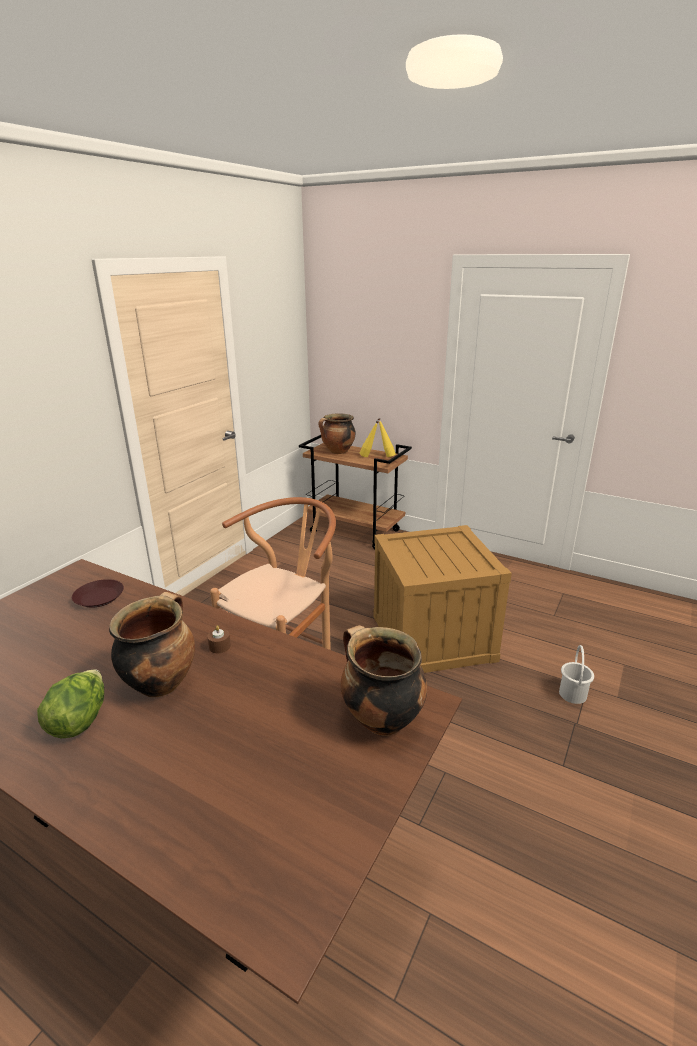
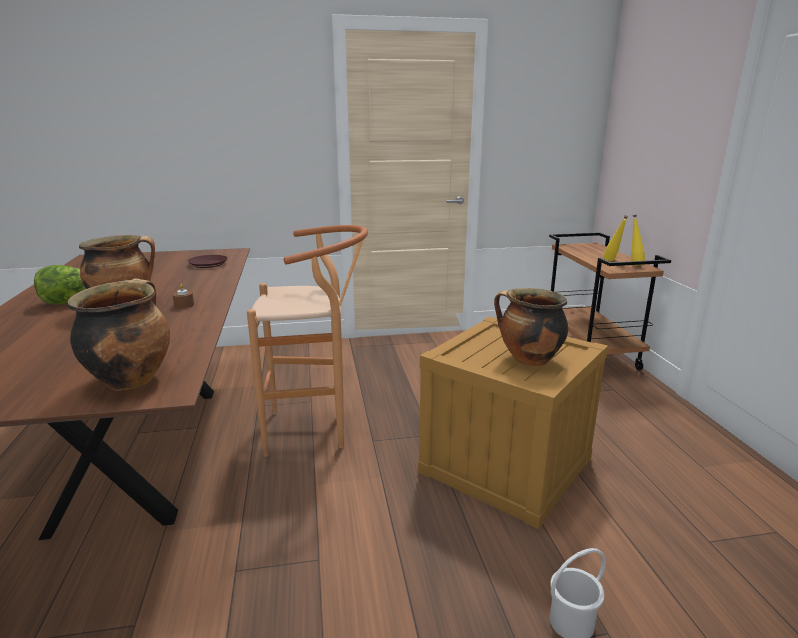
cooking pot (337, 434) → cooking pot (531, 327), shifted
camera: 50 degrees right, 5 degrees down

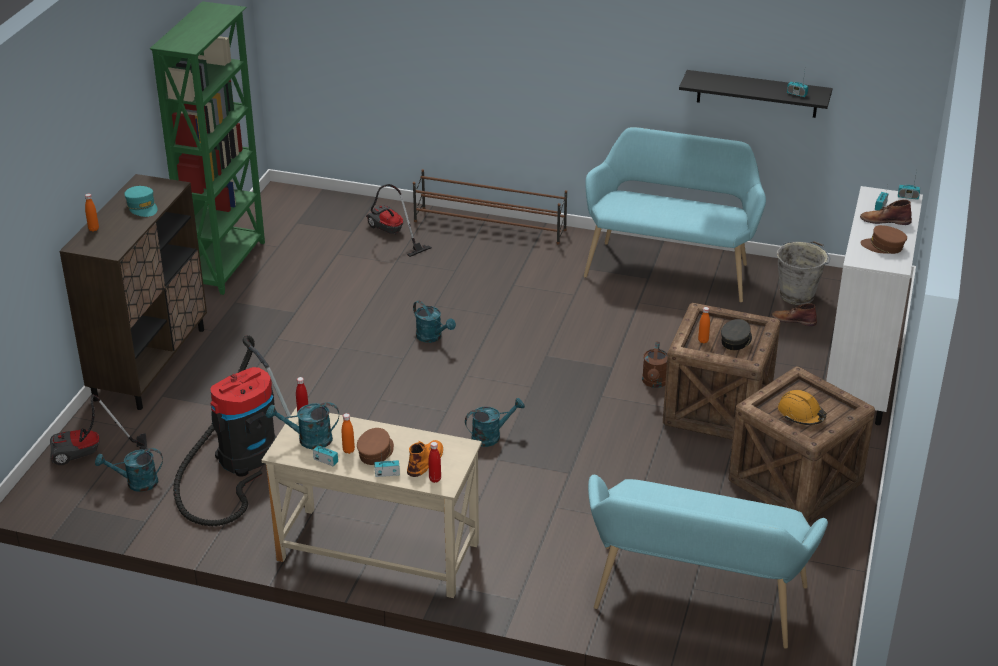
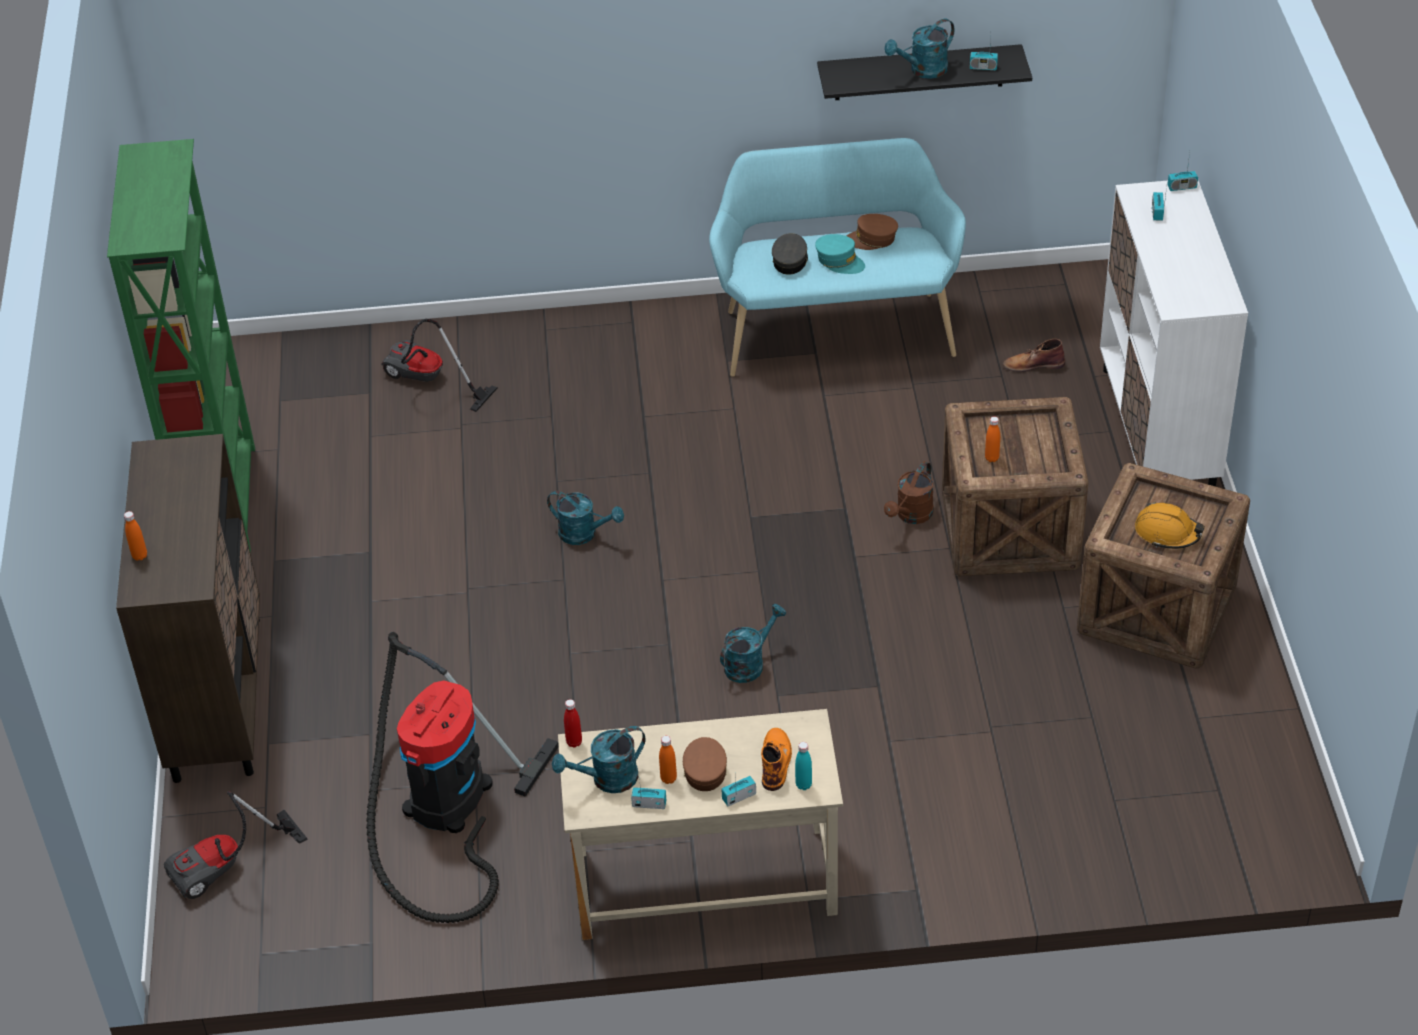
brown shoe rack (490, 206) → -
turquoise-coloured peaked cap (140, 201) → turquoise-coloured peaked cap (840, 254), shifted
brown boot (886, 212) → -
brown peaked cap (883, 239) → brown peaked cap (872, 232), shifted
grey water bucket (803, 273) → -
grey peaked cap (736, 334) → grey peaked cap (790, 254), shifted
brown sprinkling can (655, 365) → brown sprinkling can (909, 492), 45 degrees clockwise
reddish beverage bottle (434, 462) → turquoise-coloured beverage bottle (803, 766)
turquoise-coloured sprinkling can (129, 470) → turquoise-coloured sprinkling can (919, 49), shifted
turquoise-coloured bench (708, 562) → -
camera: 20 degrees left, 10 degrees up

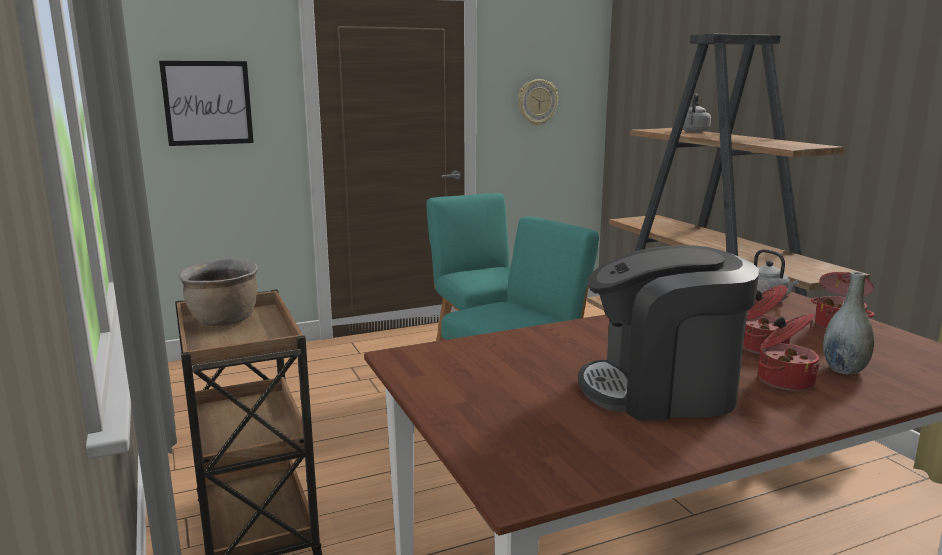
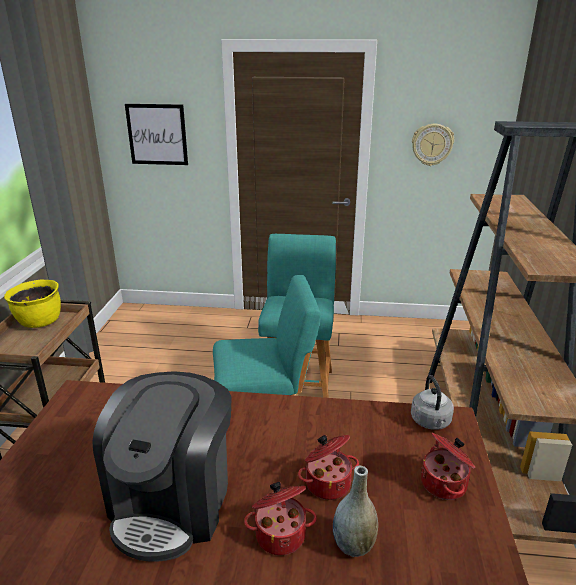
grey tea kettle (696, 113) → -
coffee maker (668, 333) → coffee maker (162, 466), 105 degrees counterclockwise
brown cooking pot (218, 292) → yellow-coloured cooking pot (32, 303)
camera: 30 degrees right, 10 degrees up

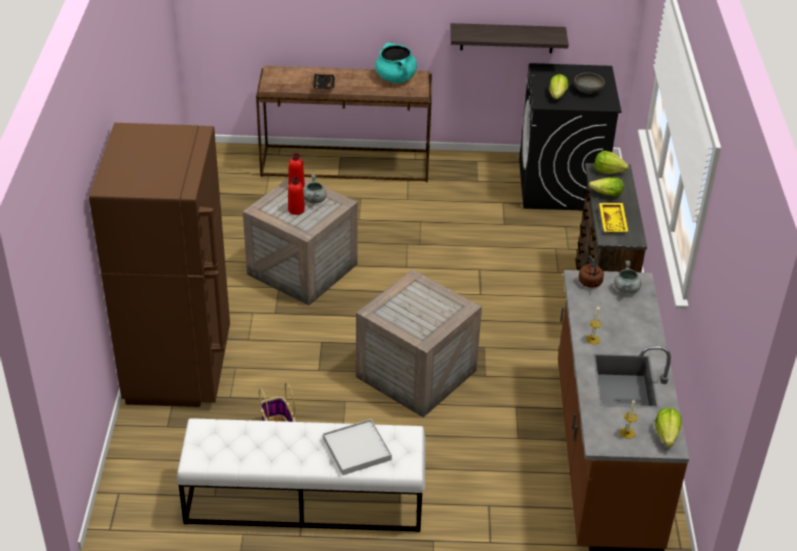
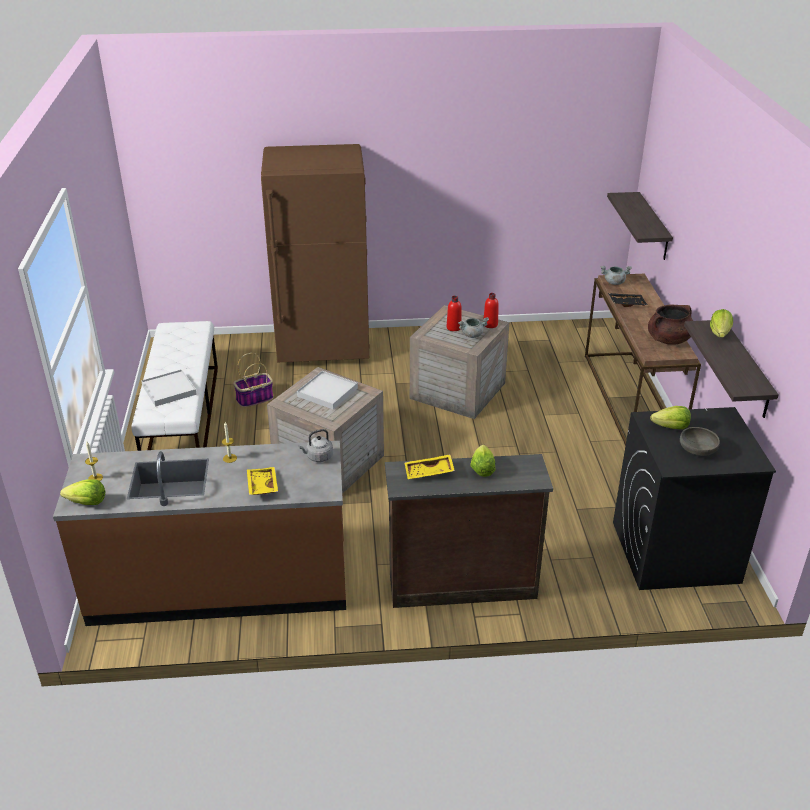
turquoise-coloured cooking pot (396, 63) → brown cooking pot (670, 324)
lettuce head (611, 162) → lettuce head (721, 323), shifted
brown tea kettle (591, 272) → grey tea kettle (315, 445)
grey cooking pot (628, 277) → grey cooking pot (616, 275), shifted
- → wall shelf (640, 226)
- → white-coloured serving tray (327, 390)
- → yellow-coloured serving tray (262, 481)
camera: 85 degrees right, 5 degrees down

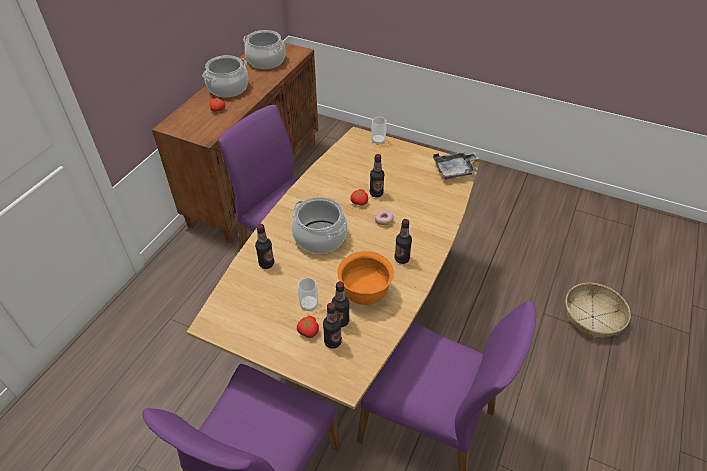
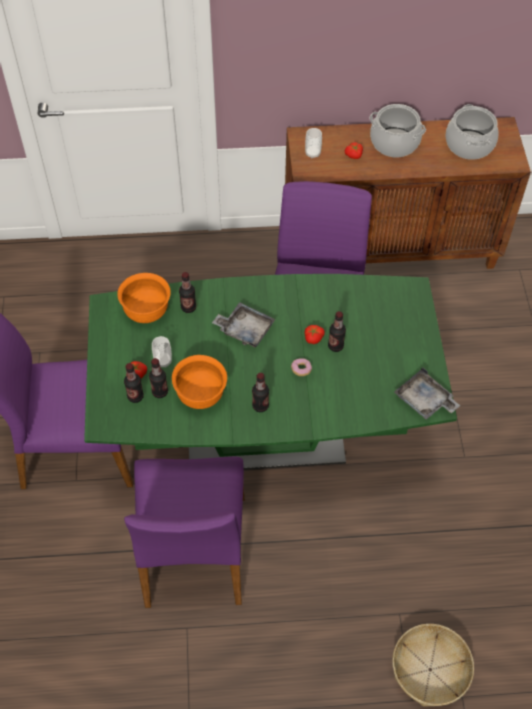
small cup (379, 131) → small cup (313, 143), shifted
brown kitchen table (333, 268) → greenish kitchen table (270, 372)
cooking pot (319, 225) → grey serving tray (243, 324)
- → orange-coloured deep dish (144, 298)
camera: 60 degrees right, 10 degrees up

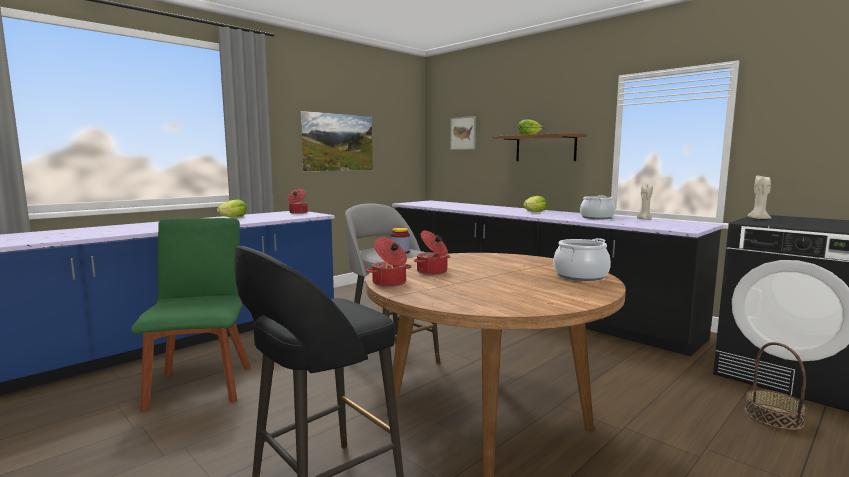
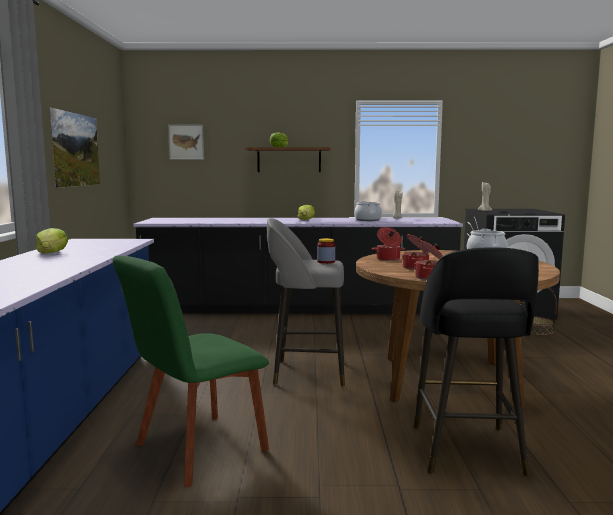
cooking pot (298, 201) → cooking pot (388, 244), shifted
greenish plain chair (191, 314) → greenish plain chair (190, 371), 75 degrees counterclockwise
camera: 45 degrees left, 0 degrees up

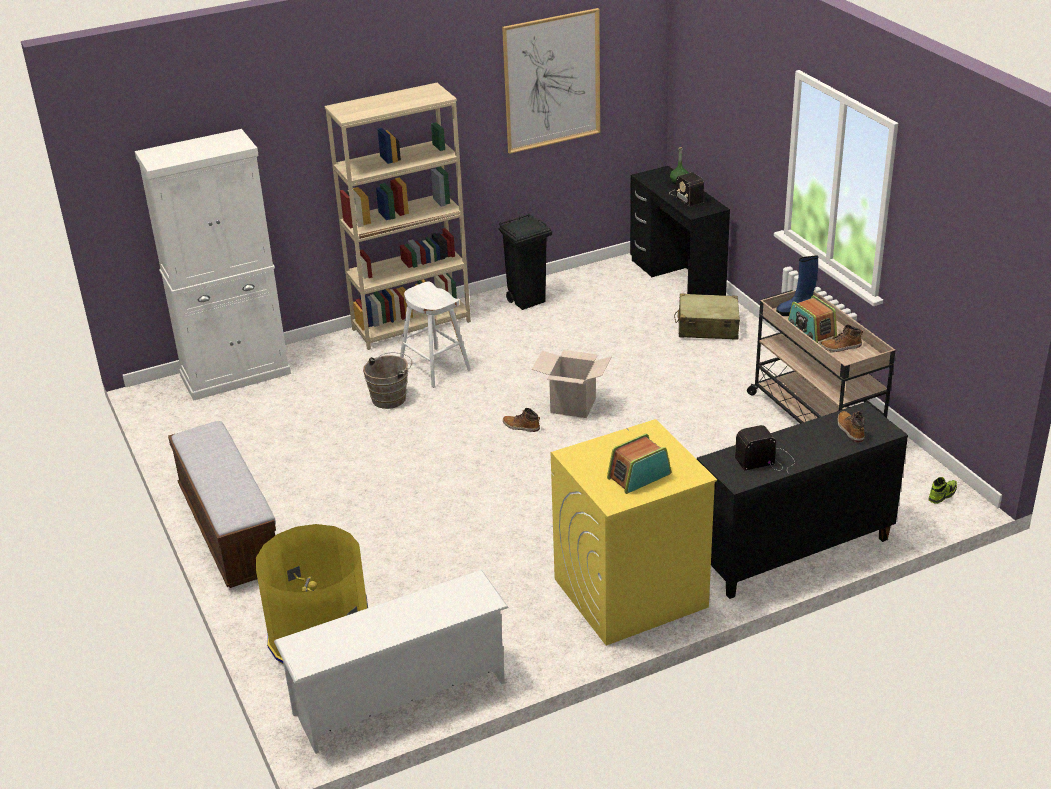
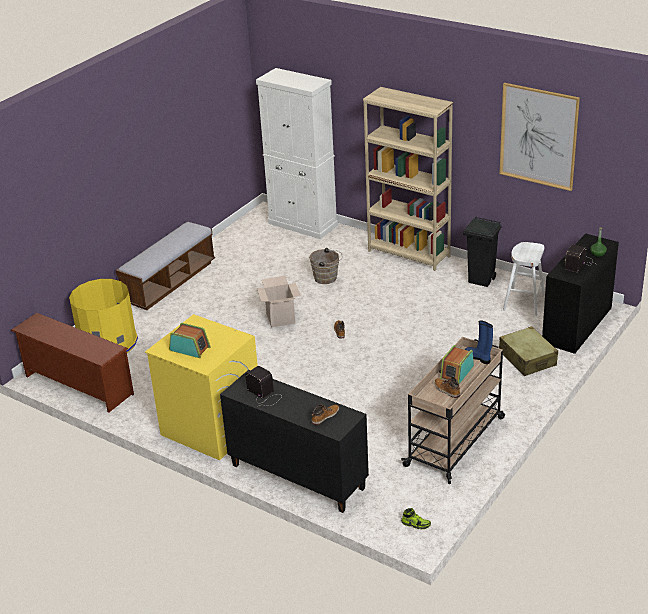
white-coloured stool seat (435, 335) → white-coloured stool seat (524, 279), shifted
carton (572, 384) → carton (279, 302), shifted
white-coloured shoe rack (391, 662) → brown shoe rack (72, 362)
camera: 60 degrees right, 0 degrees up

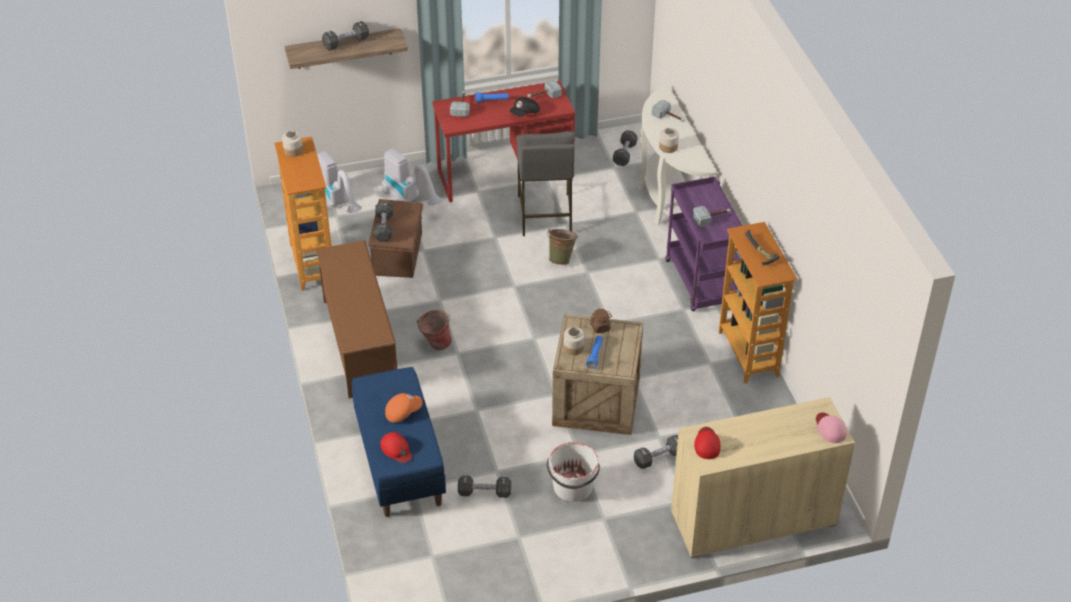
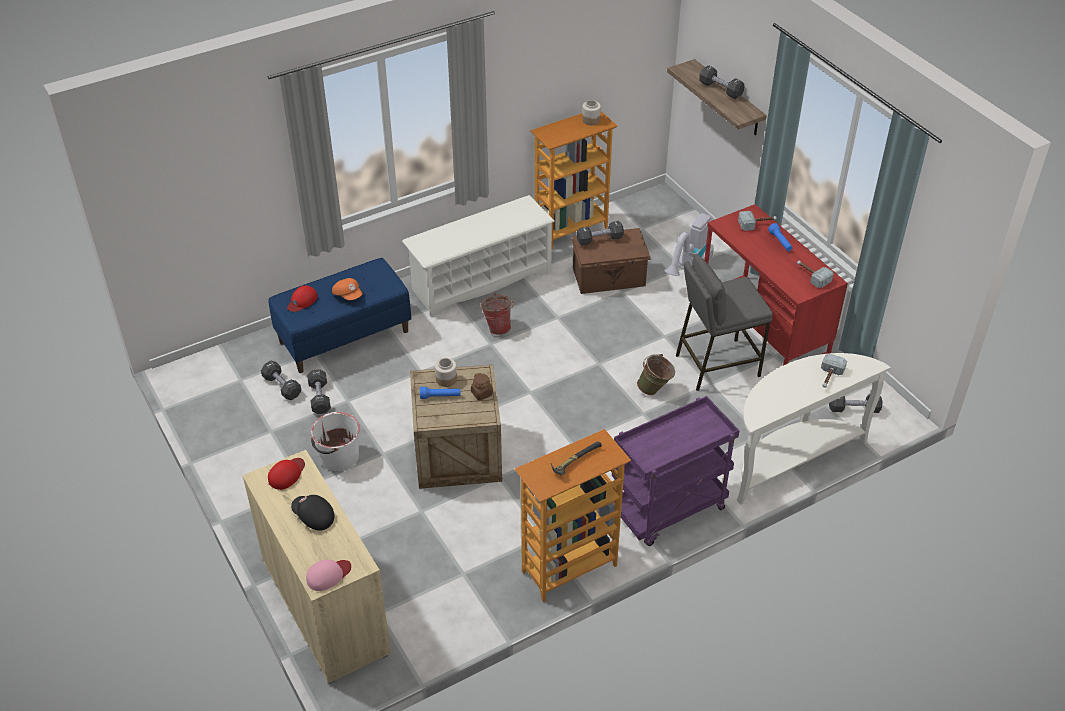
black-coloured peaked cap (525, 106) → black-coloured peaked cap (312, 513), shifted
storage jar (669, 140) → -
hoover (339, 182) → -
hammer (711, 216) → -
brown shoe rack (356, 319) → white-coloured shoe rack (478, 256)
reddish peaked cap (707, 443) → reddish peaked cap (286, 474), 45 degrees counterclockwise
black-coloured hand weight (656, 452) → black-coloured hand weight (281, 380), shifted
camera: 75 degrees right, 0 degrees up

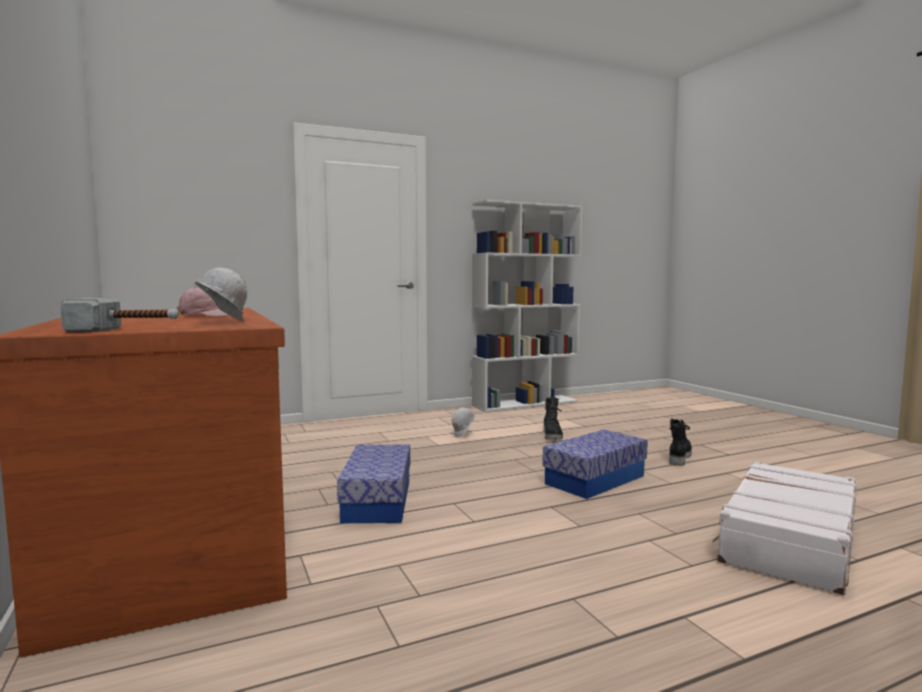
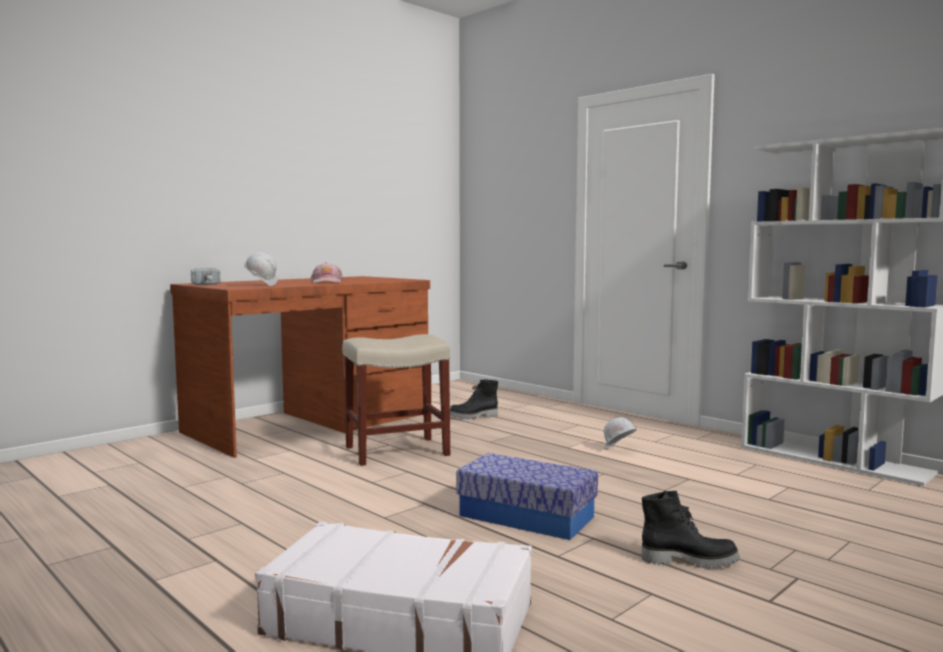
black-coloured boot (553, 418) → black-coloured boot (474, 399), shifted
storage box (373, 484) → sand-coloured stool seat (396, 400)
camera: 70 degrees right, 0 degrees up

